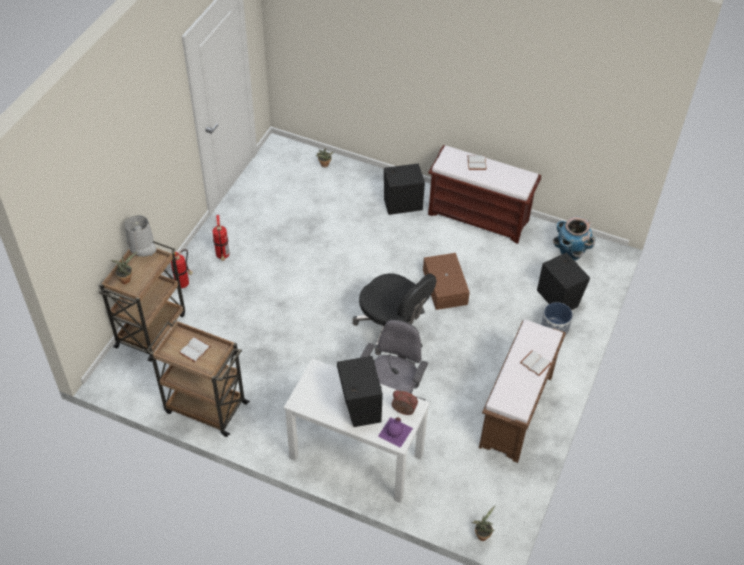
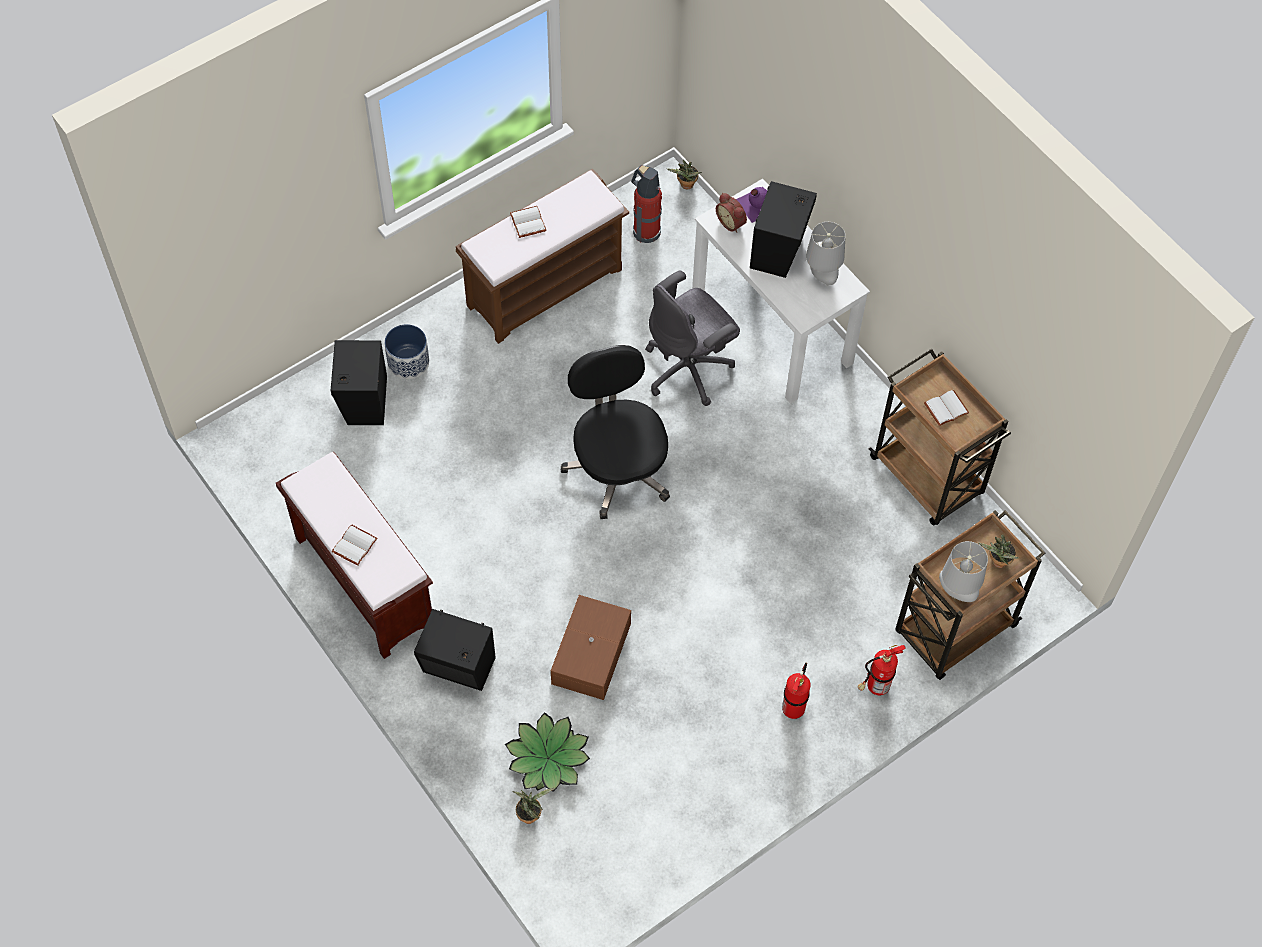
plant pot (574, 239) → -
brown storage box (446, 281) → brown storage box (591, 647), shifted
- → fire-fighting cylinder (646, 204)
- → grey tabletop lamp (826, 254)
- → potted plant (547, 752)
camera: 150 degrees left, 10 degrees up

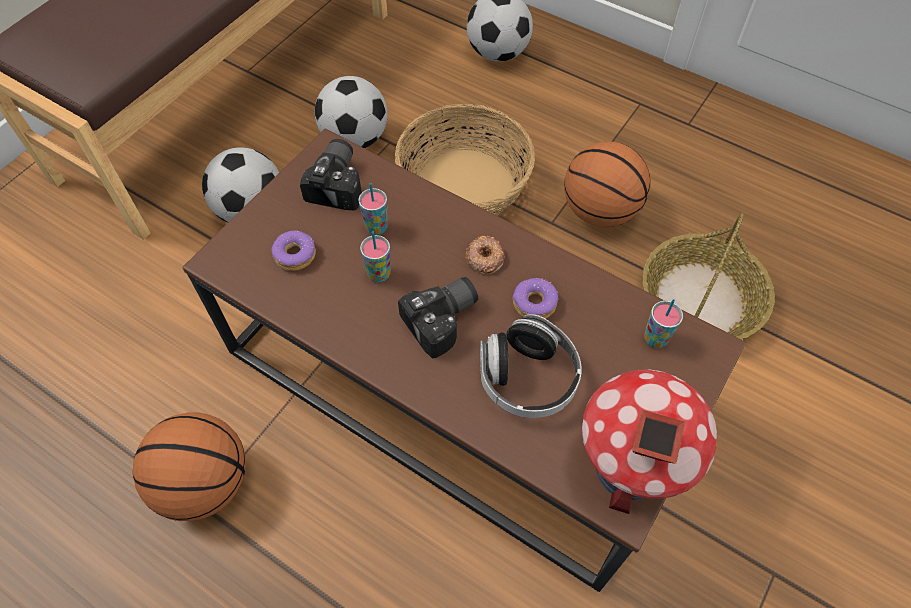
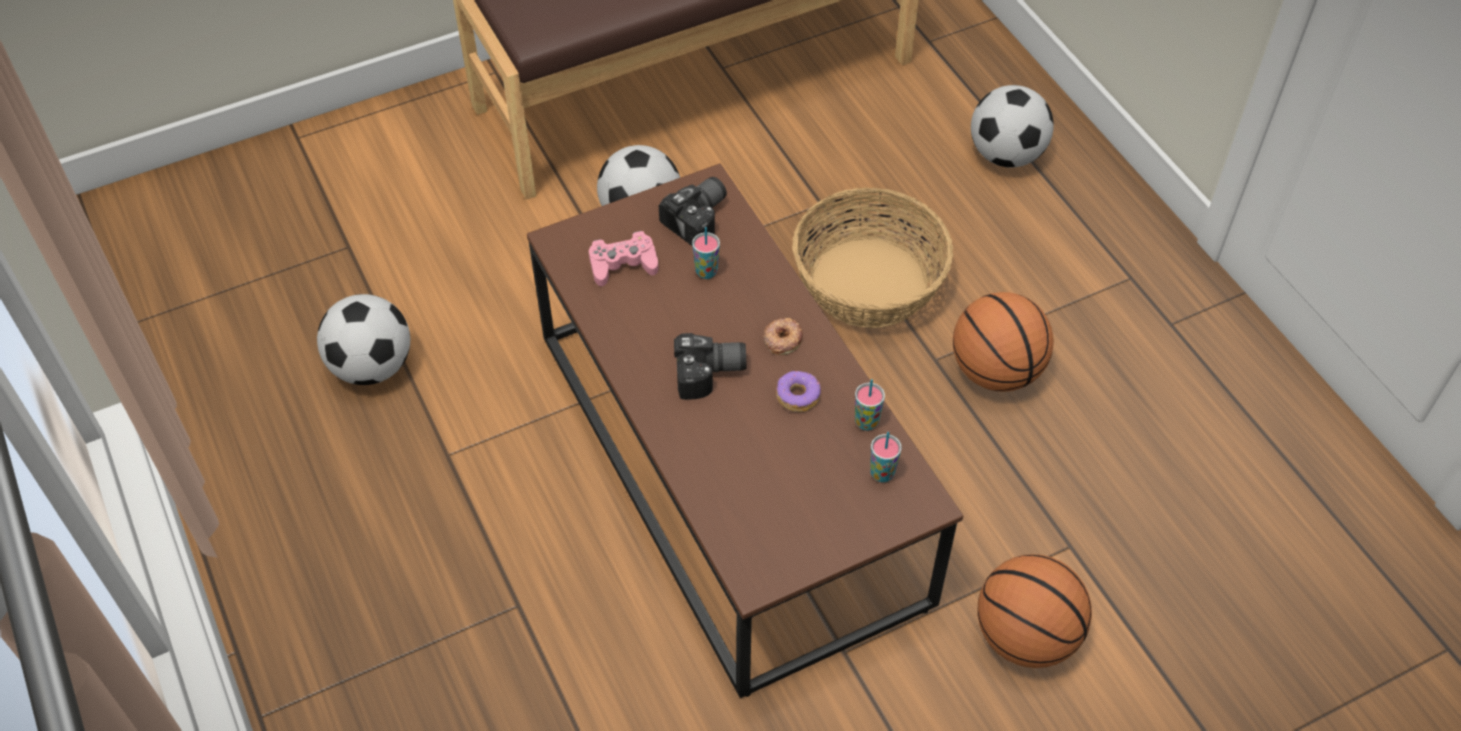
football (351, 112) → football (363, 339), shifted
household basket (708, 276) → -
ring doughnut (293, 250) → pink-coloured joypad (623, 258)
small cup (375, 256) → small cup (870, 404), shifted
headset (531, 366) → -
model house (649, 442) → -
ball for basketball (189, 466) → ball for basketball (1034, 611), shifted
camera: 30 degrees right, 5 degrees down

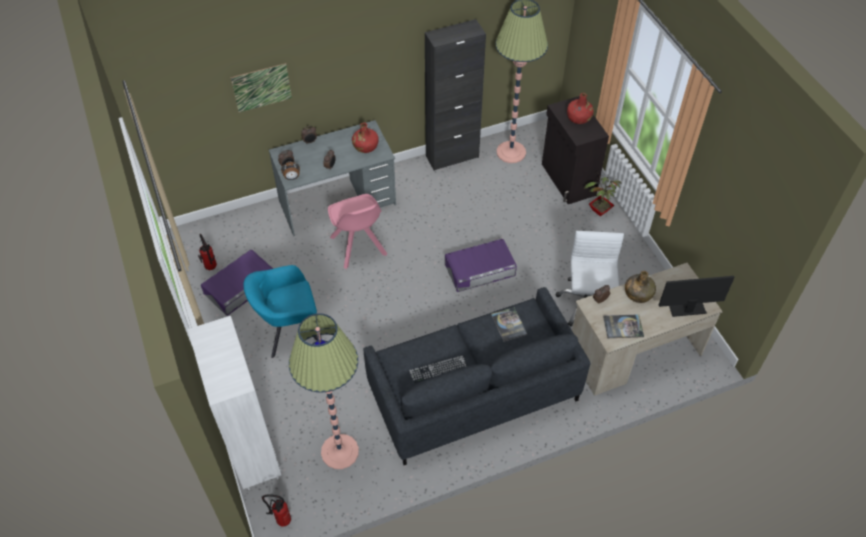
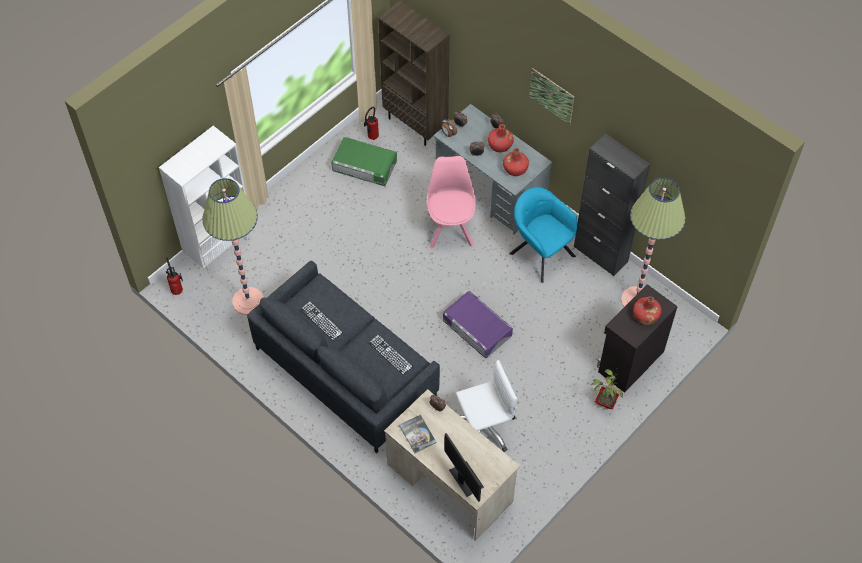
picture (261, 87) → picture (551, 96), shifted
pink-coloured plain chair (357, 231) → pink-coloured plain chair (451, 202), 135 degrees clockwise
purple storage box (237, 283) → greenish storage box (364, 161)
turquoise-coloured easy chair (281, 311) → turquoise-coloured easy chair (543, 235), shifted
greenish beverage bottle (640, 287) → -
book (509, 324) → computer keyboard (391, 355)
- → brown bookshelf (414, 73)
- → reddish beverage bottle (501, 138)
camera: 65 degrees right, 5 degrees up

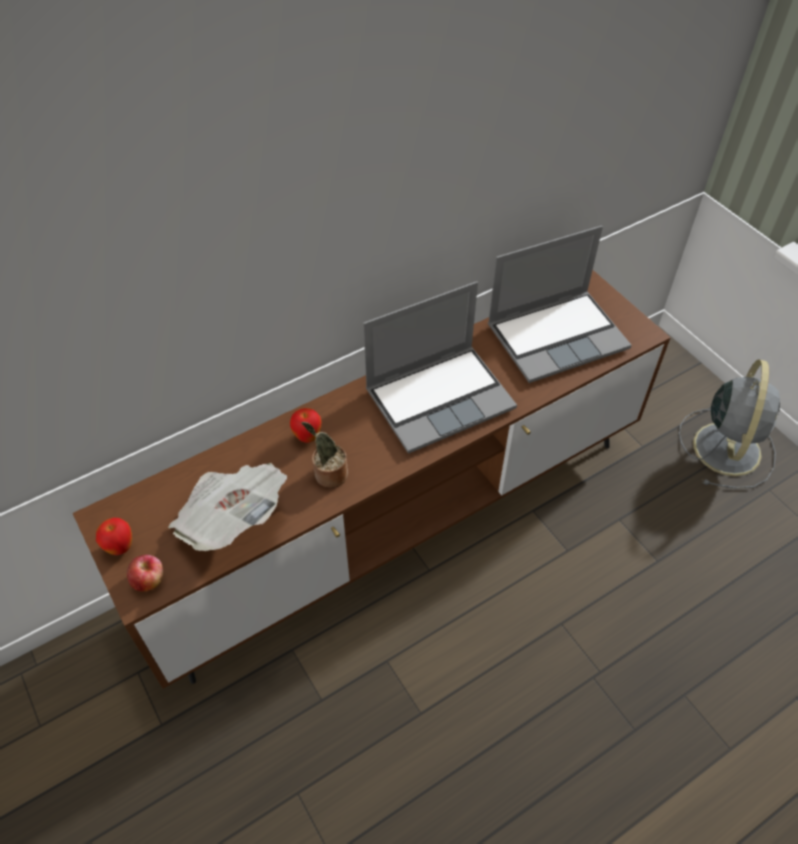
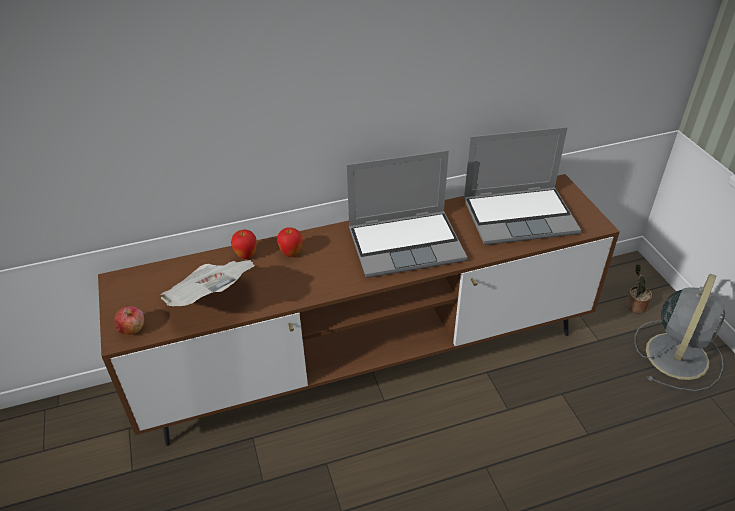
potted plant (324, 455) → potted plant (639, 289), shifted
apple (114, 536) → apple (244, 244), shifted
camera: 15 degrees right, 10 degrees down

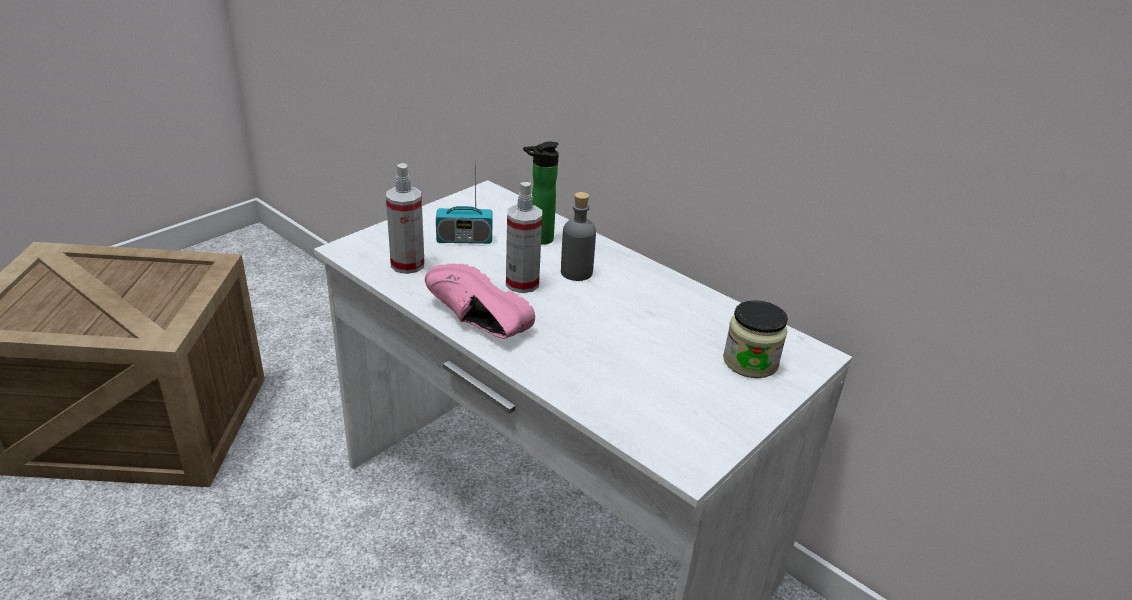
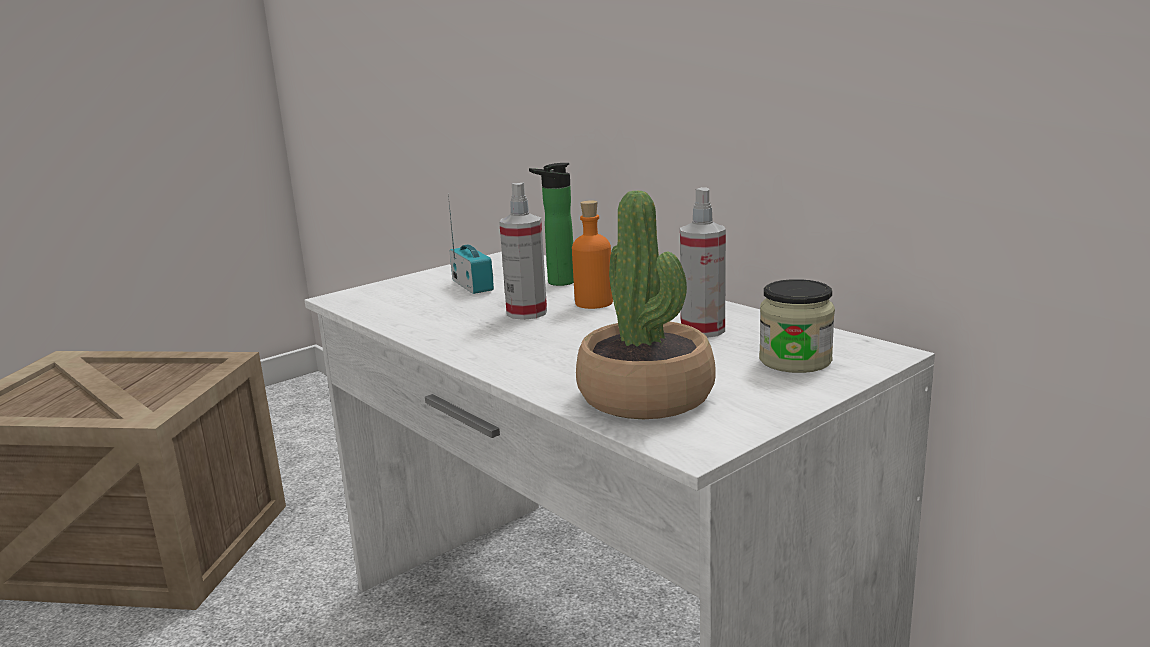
radio set (464, 202) → radio set (471, 244), 120 degrees counterclockwise
hand sprayer (405, 218) → hand sprayer (703, 262), shifted
grey beverage bottle (578, 236) → orange-coloured beverage bottle (592, 254)
pink-coloured item of footwear (480, 301) → -
- → potted plant (646, 305)
camera: 10 degrees right, 15 degrees down

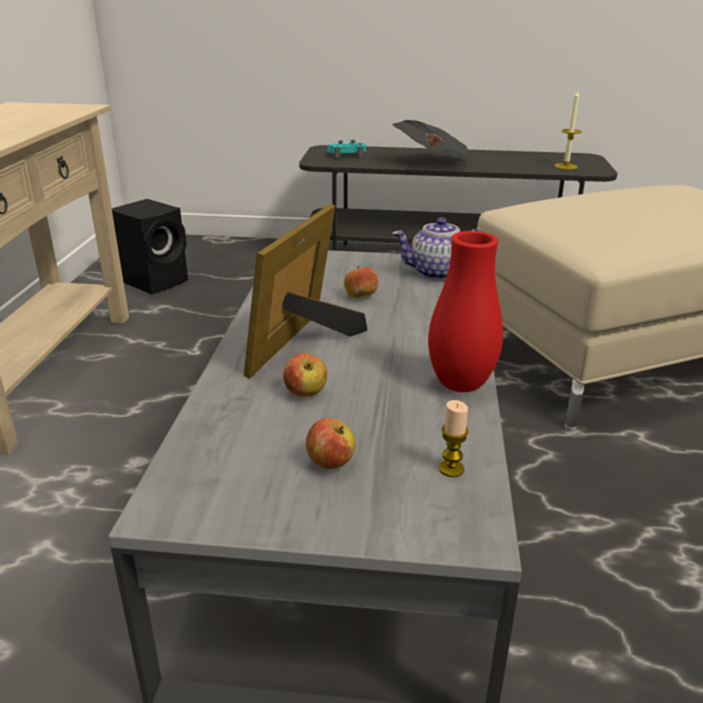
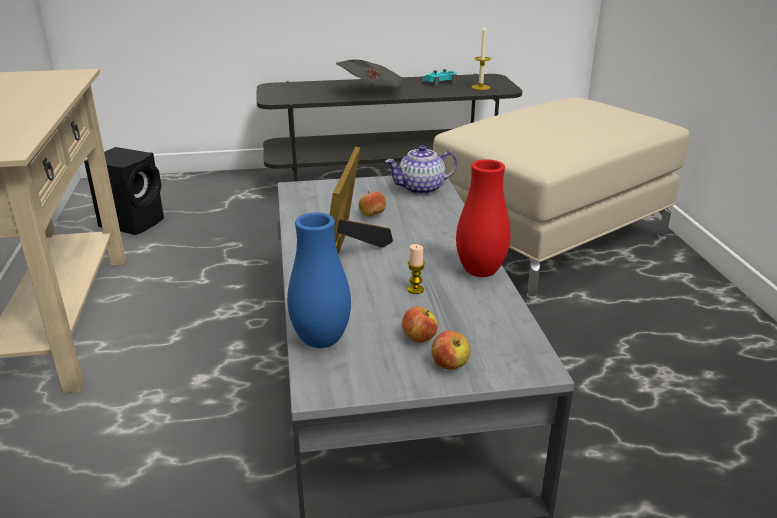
turquoise-coloured joypad (347, 149) → turquoise-coloured joypad (440, 77), shifted
apple (305, 374) → apple (451, 350), shifted
candle (454, 438) → candle (416, 269), shifted
- → bluish vase (319, 280)
camera: 15 degrees left, 0 degrees up

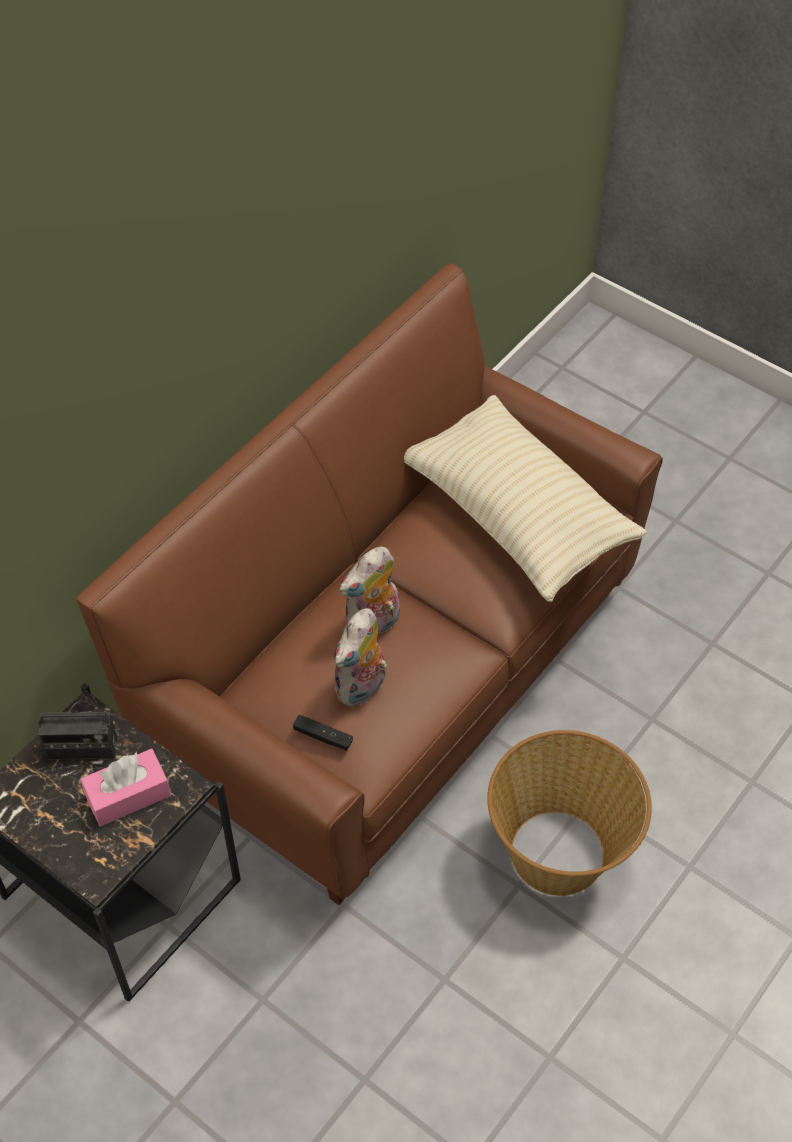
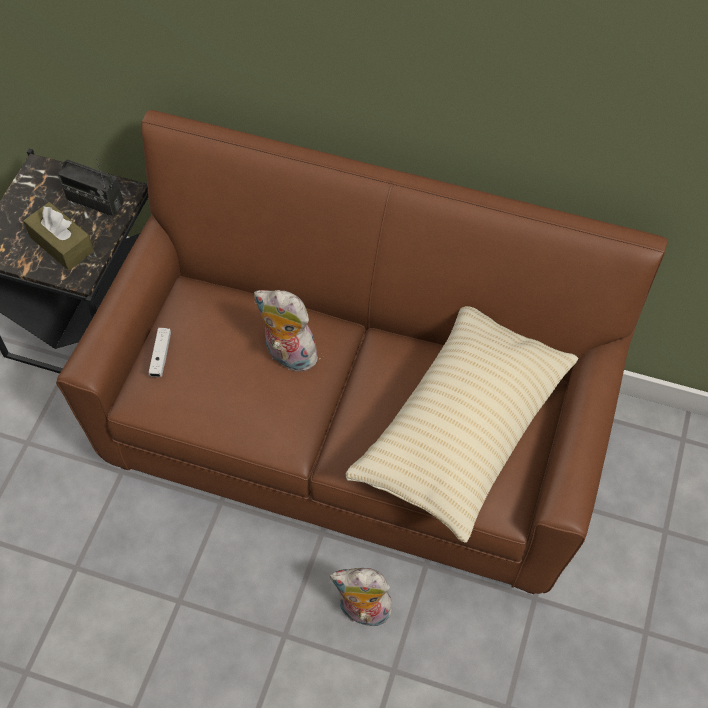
cuddly toy (360, 657) → cuddly toy (363, 597), shifted
radio set (77, 730) → radio set (91, 187), 45 degrees counterclockwise
black-coloured joypad (323, 733) → white-coloured joypad (160, 352)
household basket (569, 813) → -
pink-coloured tissue box (125, 788) → brown tissue box (59, 236)
camera: 70 degrees right, 5 degrees up

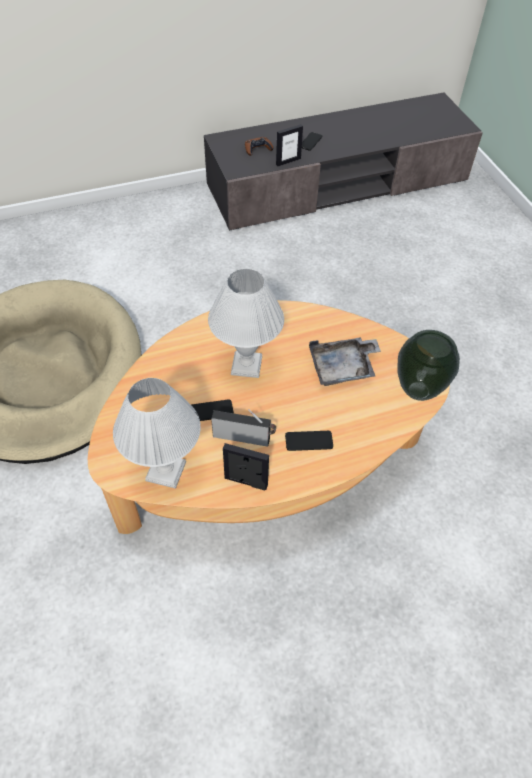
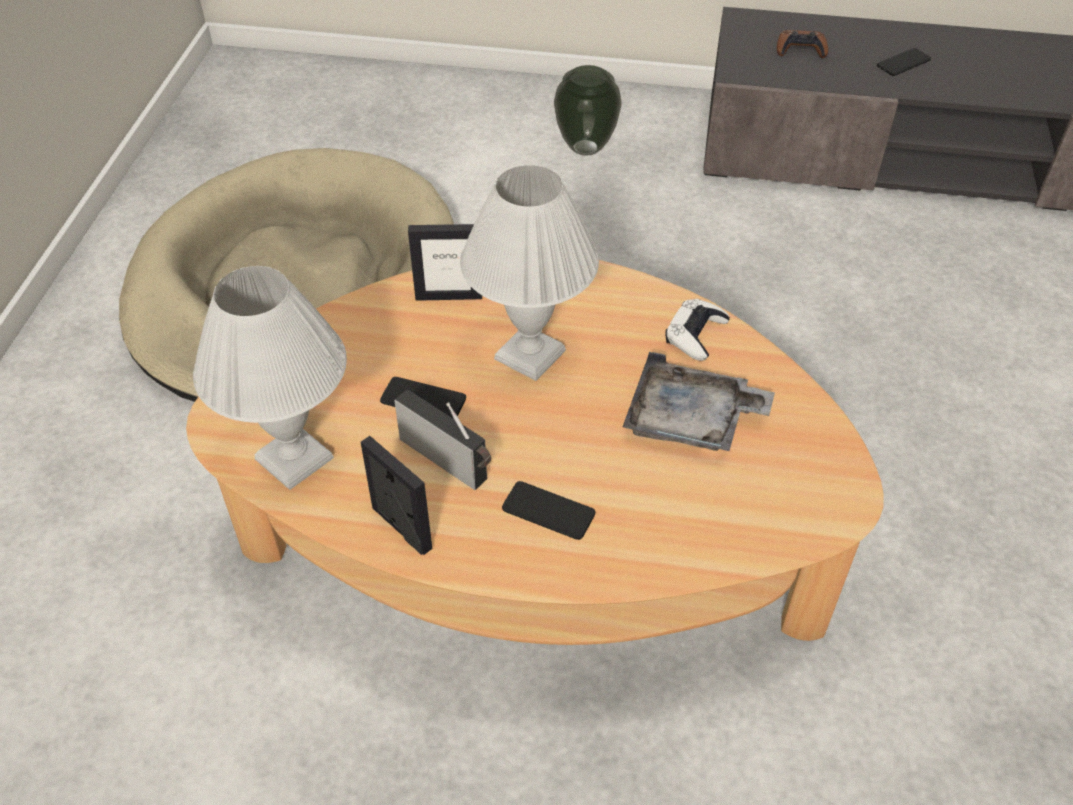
standing frame (289, 145) → standing frame (445, 262), shifted
vase (428, 365) → vase (588, 110), shifted
- → white-coloured joypad (698, 330)
camera: 30 degrees right, 5 degrees down

